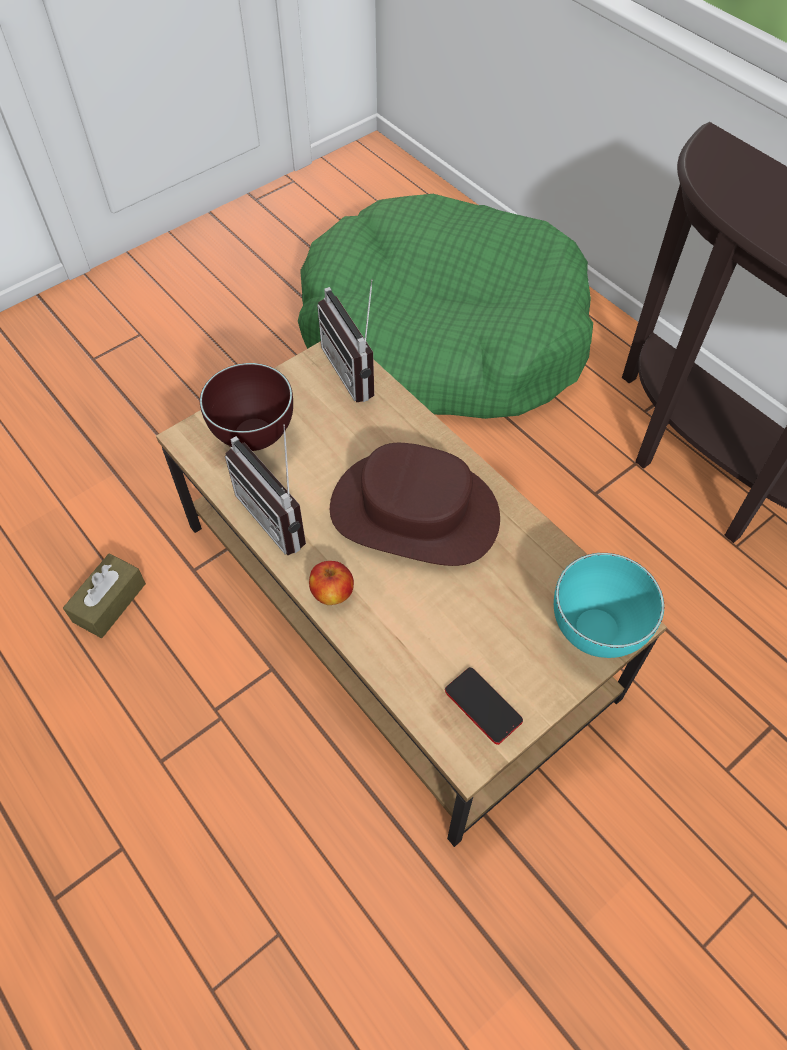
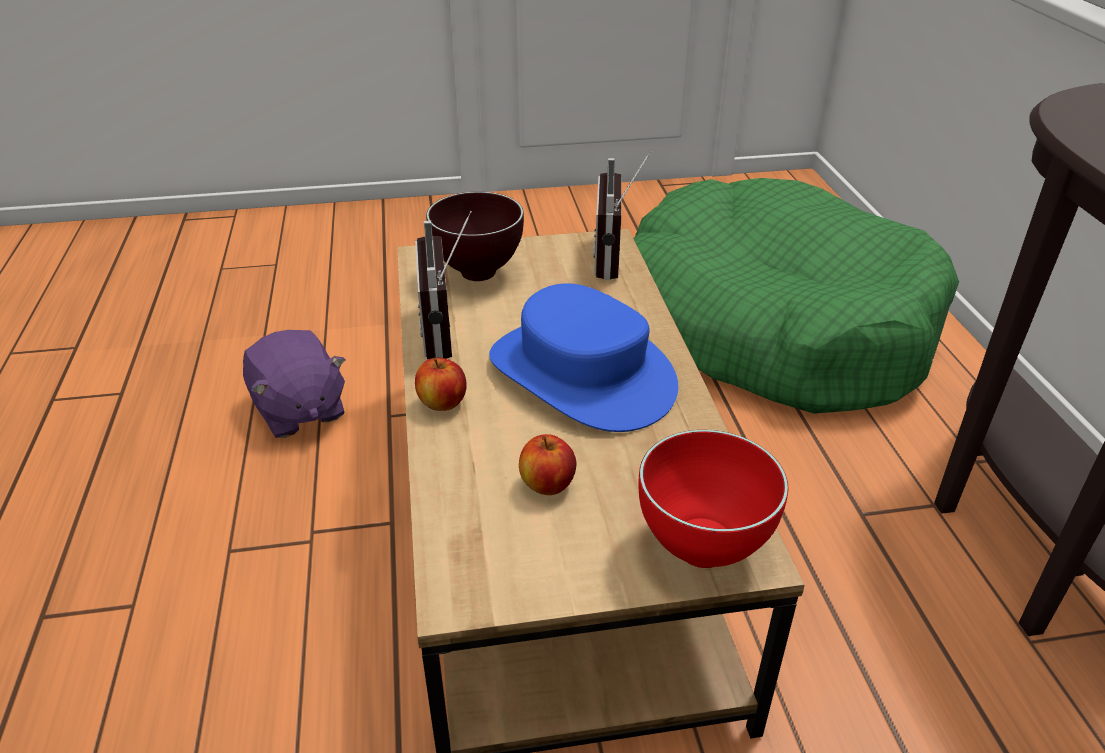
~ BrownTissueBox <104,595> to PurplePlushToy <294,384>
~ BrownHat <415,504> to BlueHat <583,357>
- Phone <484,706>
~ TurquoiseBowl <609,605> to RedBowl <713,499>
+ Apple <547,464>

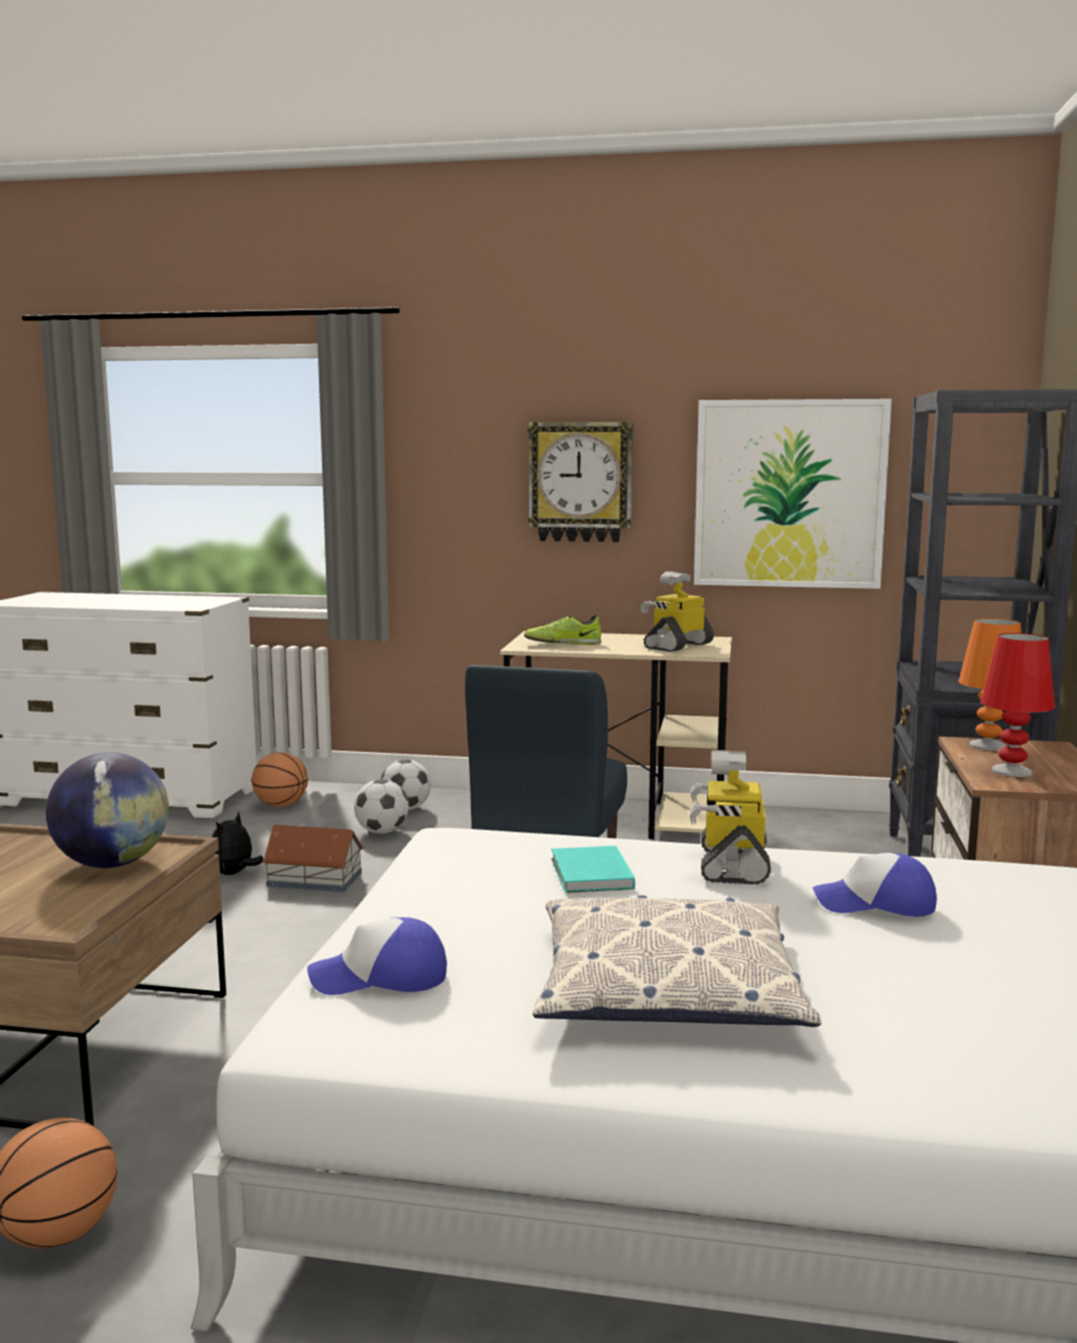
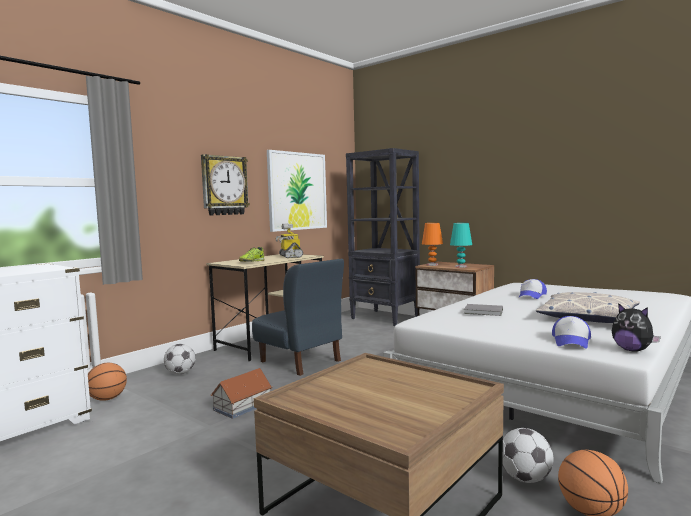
- Globe <107,810>
~ PlushToy <238,843> to <636,327>
~ Football <381,806> to <527,455>
~ TurquoiseBook <593,869> to GreyBook <483,310>
- ToyRobot <730,817>
~ RedTableLamp <1017,705> to TurquoiseTableLamp <461,245>

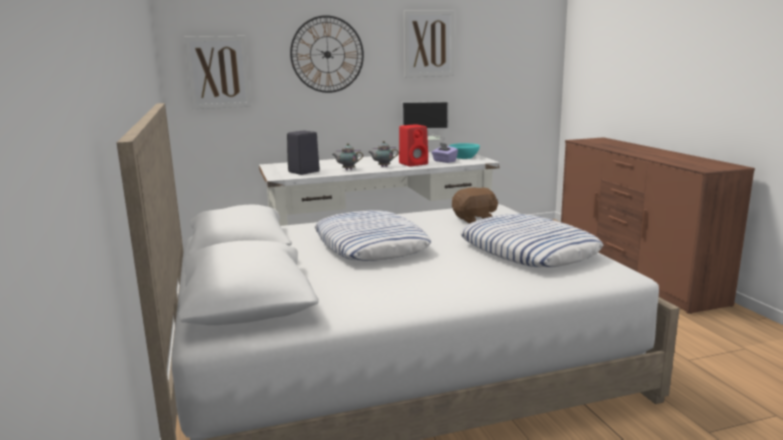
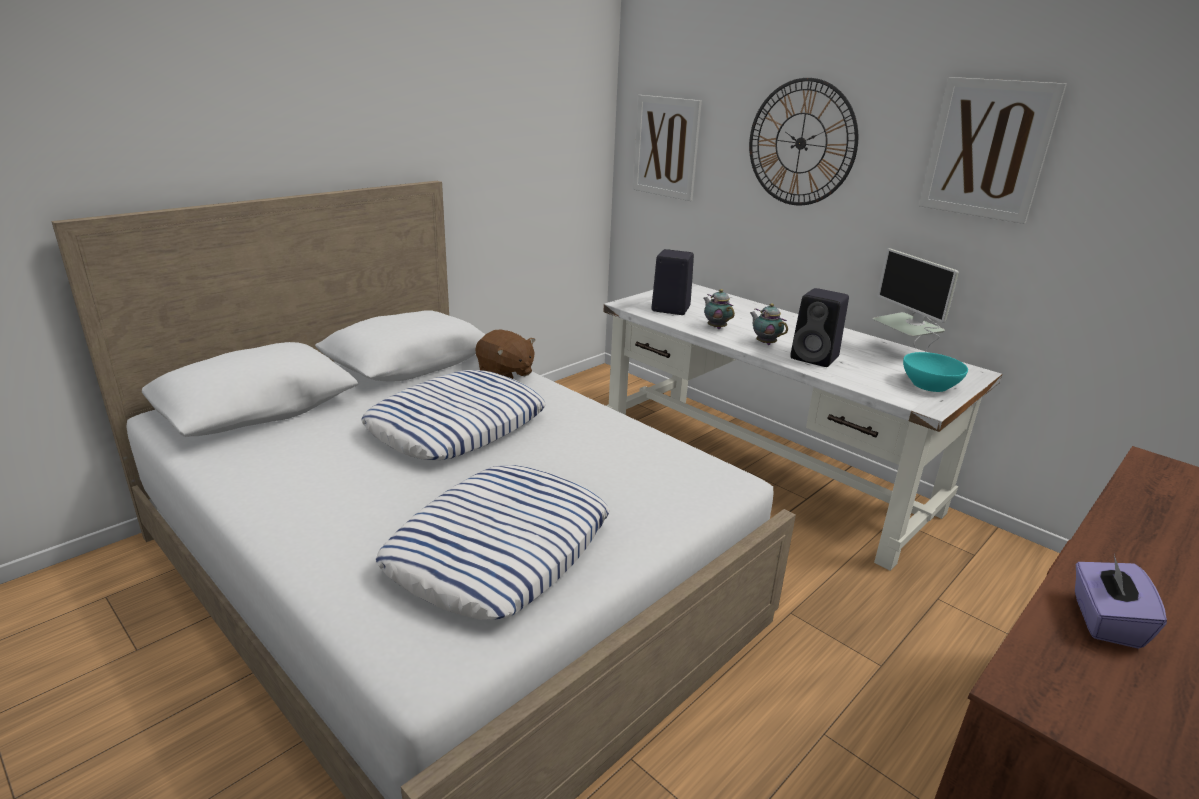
~ RedSpeaker <413,145> to BlackSpeaker <819,327>
~ PurpleTissueBox <444,153> to <1121,601>
~ BrownPlushToy <475,206> to <505,354>

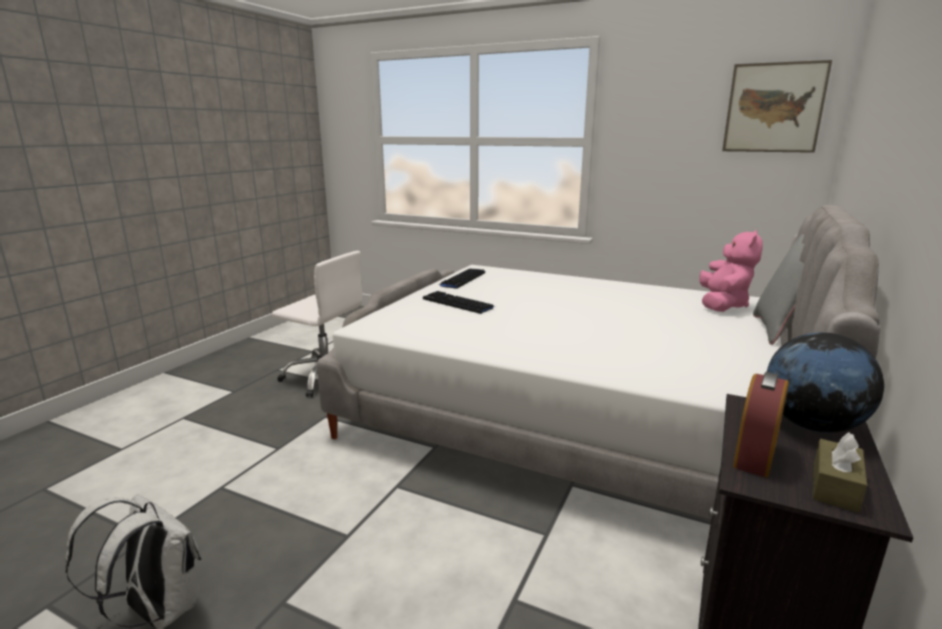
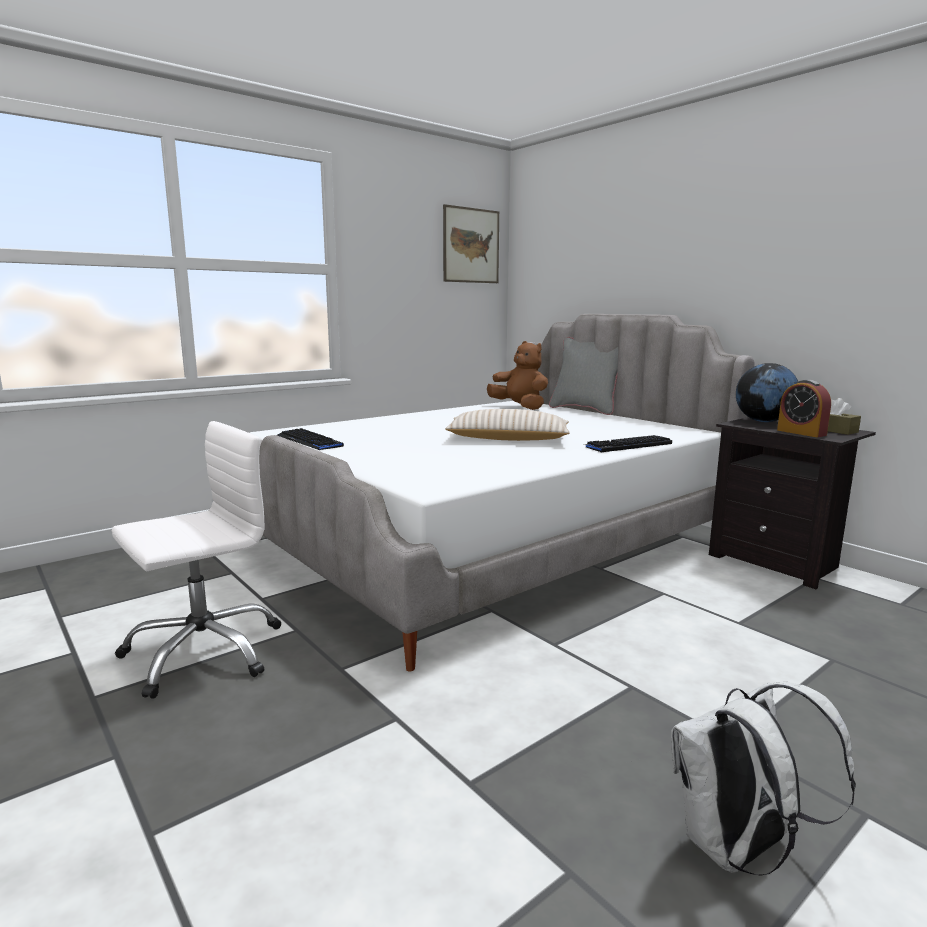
~ Keyboard <460,302> to <628,443>
~ PinkPlushToy <731,271> to BrownPlushToy <517,375>
+ BeigePillow <507,425>

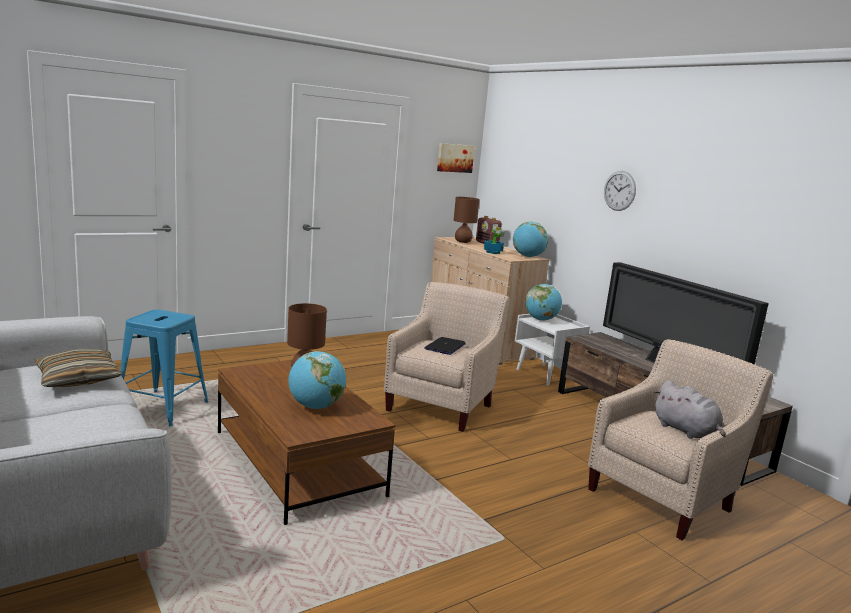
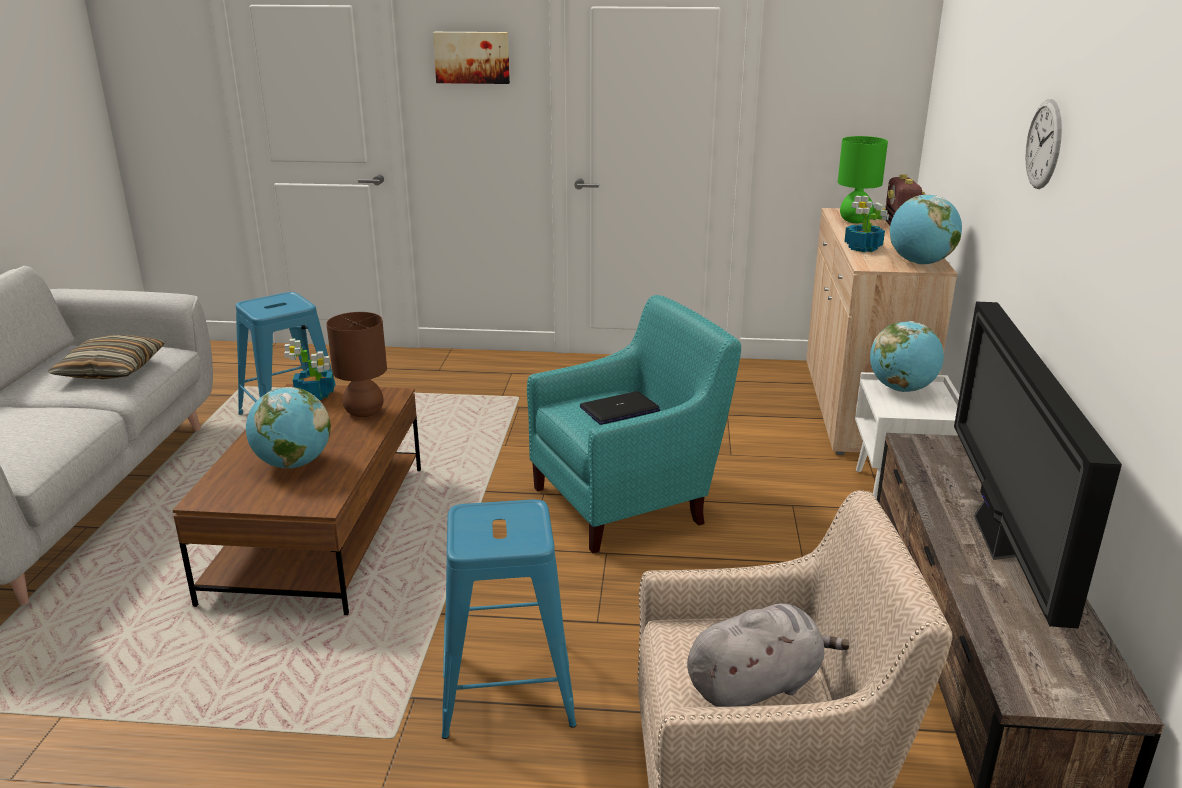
~ BeigeArmchair <447,357> to TurquoiseArmchair <634,424>
~ Picture <456,158> to <471,58>
~ BrownTableLamp <467,220> to GreenTableLamp <863,179>
~ GreyPlushToy <690,409> = <768,655> 120 degrees counterclockwise
+ PottedPlant <309,369>
+ BlueStool <509,619>

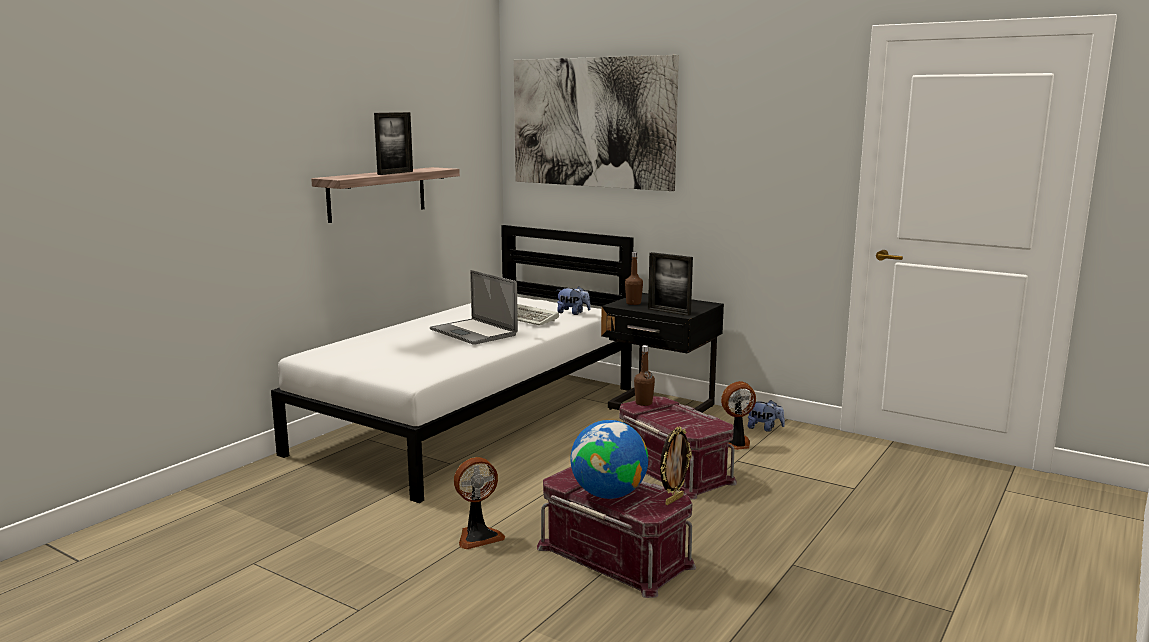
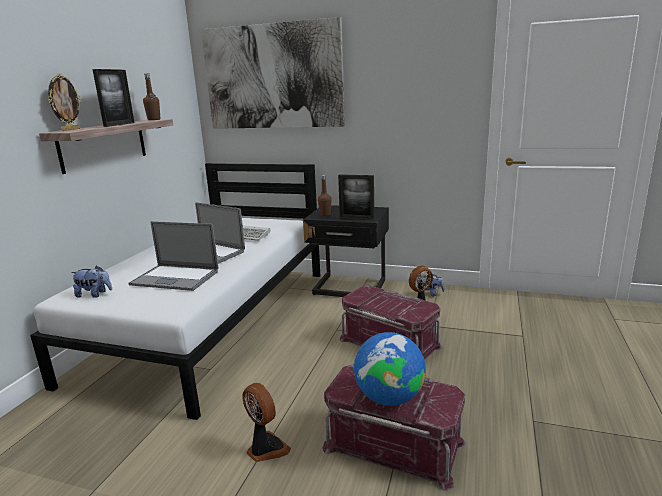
~ Fan <479,503> = <266,422> 90 degrees counterclockwise
~ PlushToy <574,301> to <91,281>
~ BrownBottle <644,375> to <152,97>
~ PictureFrame <676,465> to <64,102>
+ Laptop <173,256>

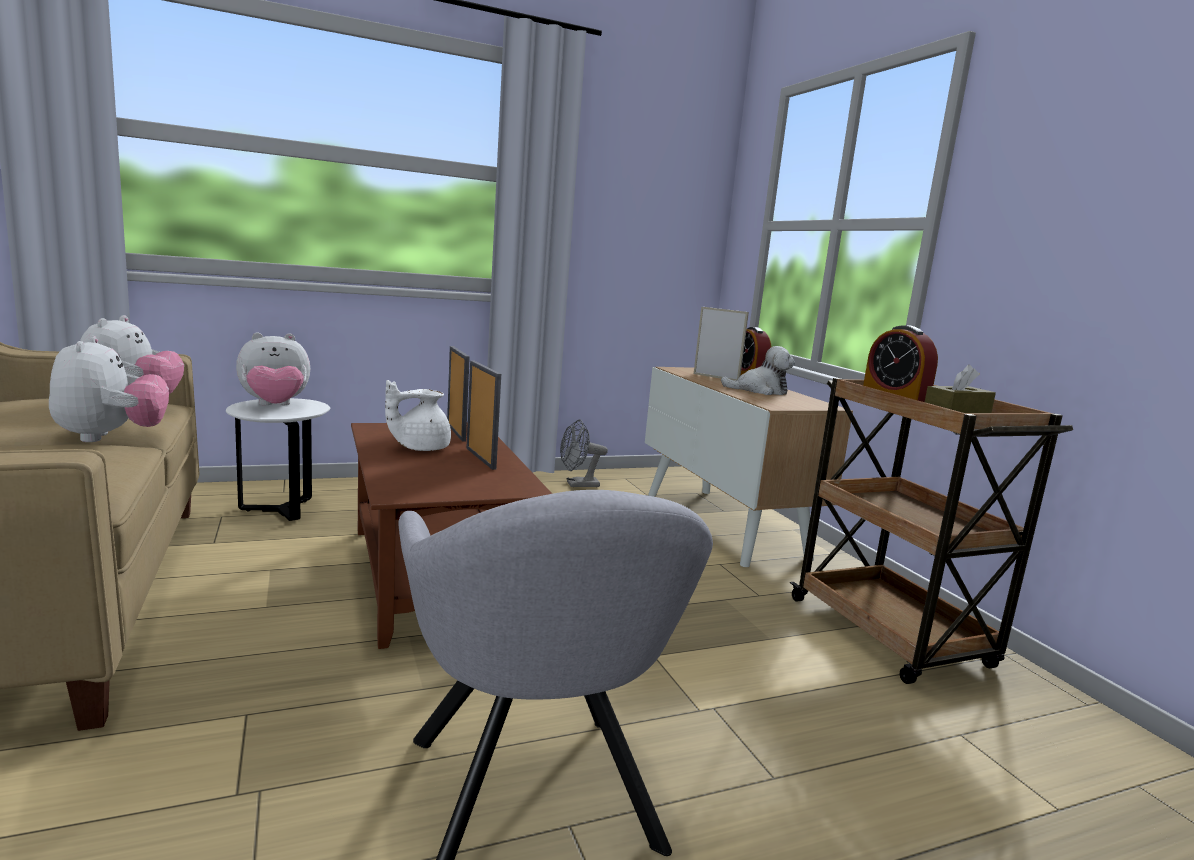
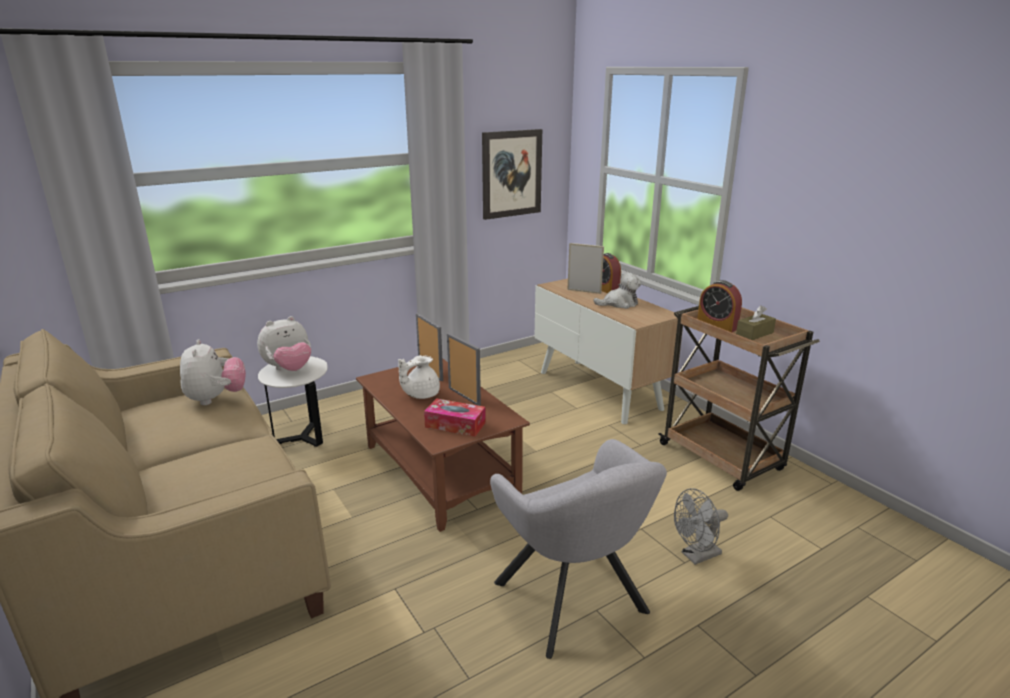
- PlushToy <109,389>
~ GreyFan <584,453> to <701,526>
+ TissueBox <455,417>
+ Picture <512,174>

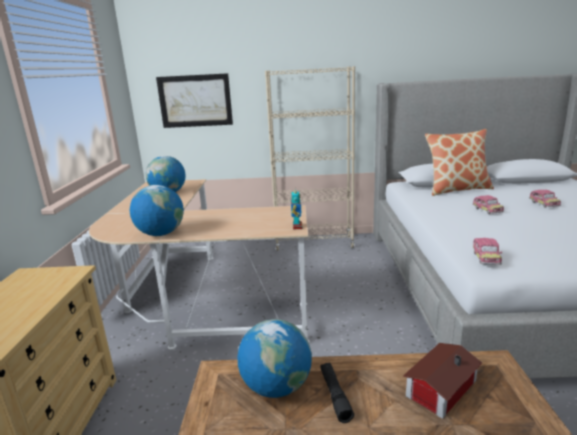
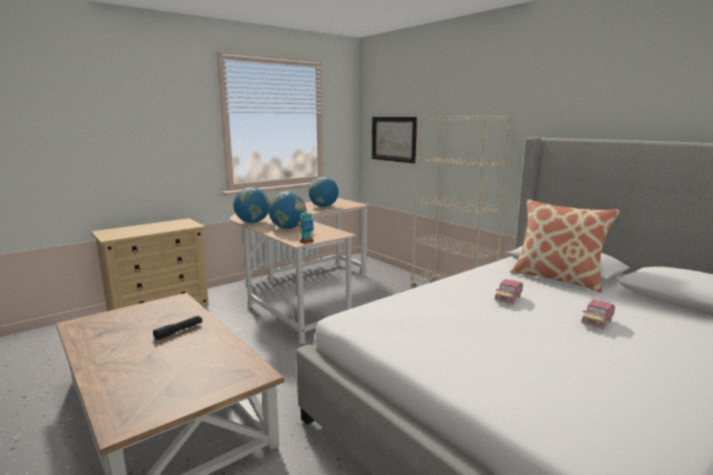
~ Globe <275,358> to <287,210>
- ToyHouse <442,381>
- ToyCar <487,251>

